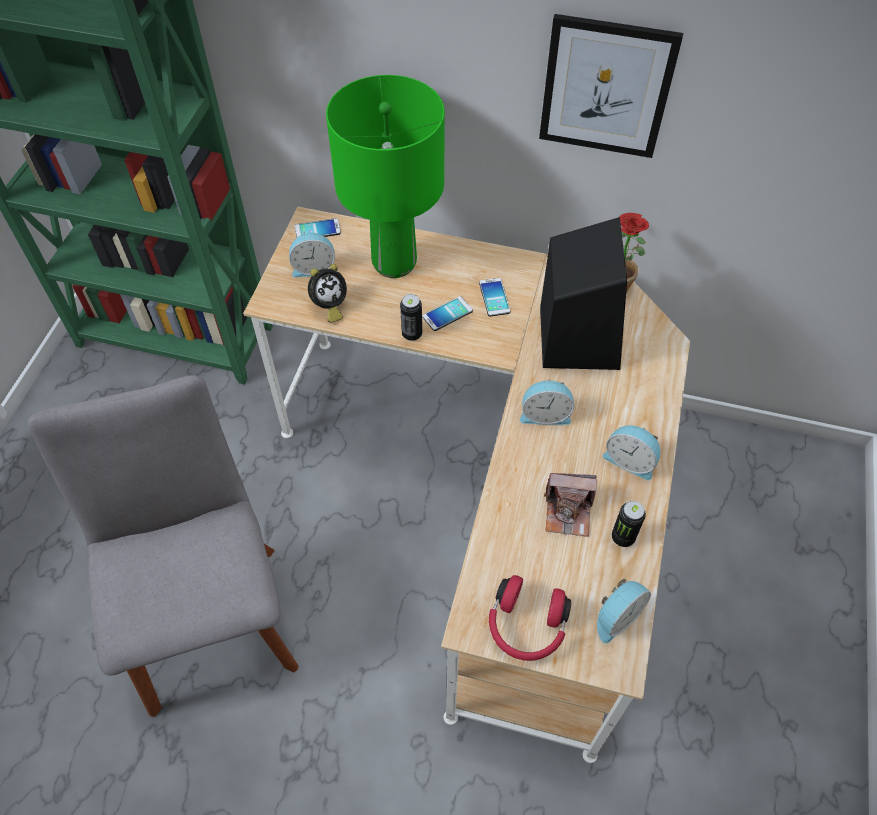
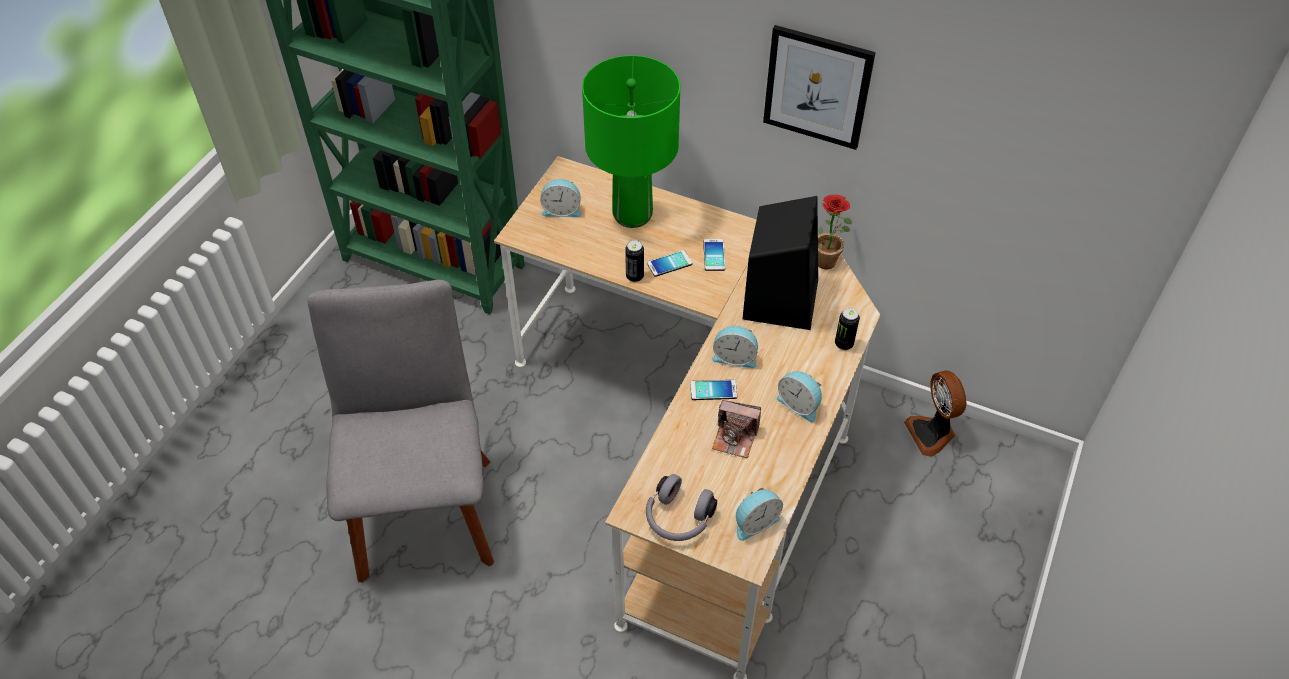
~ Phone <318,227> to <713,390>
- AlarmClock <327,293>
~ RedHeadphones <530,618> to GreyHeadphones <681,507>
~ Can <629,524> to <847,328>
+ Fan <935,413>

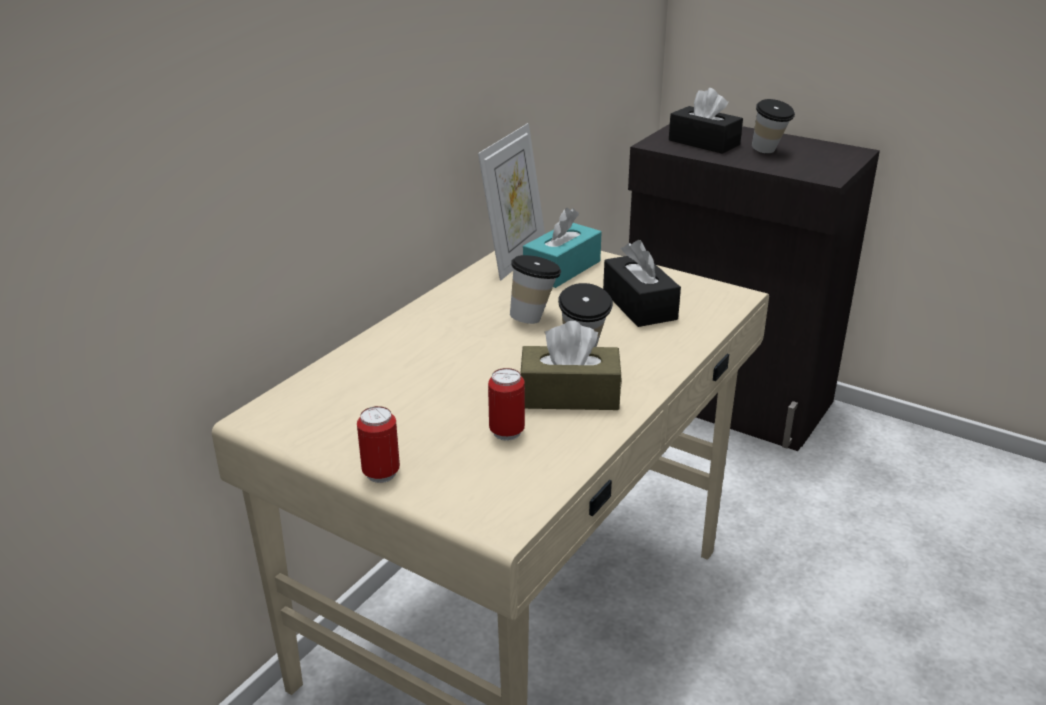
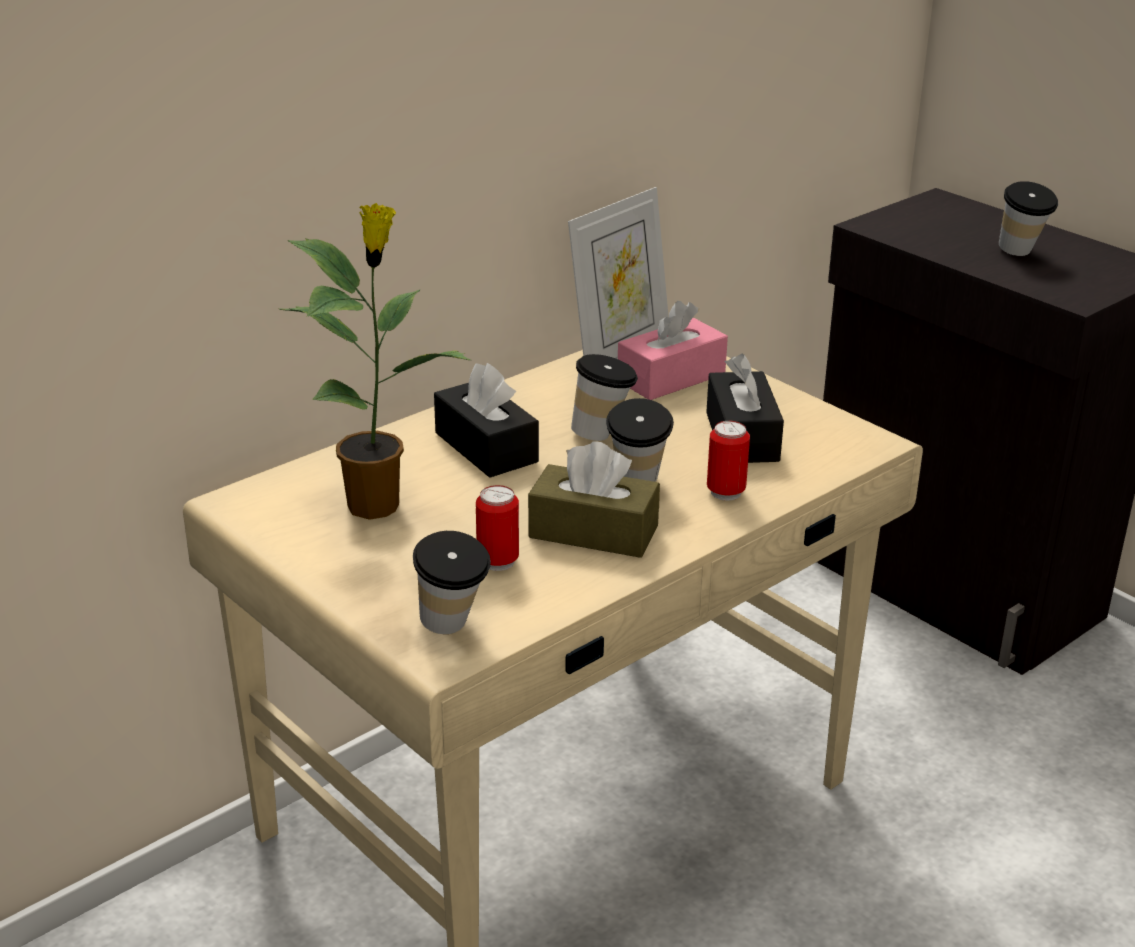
~ Can <378,444> to <728,461>
~ TurquoiseTissueBox <562,248> to PinkTissueBox <673,350>
~ BlackTissueBox <706,121> to <486,420>
+ PottedPlant <375,361>
+ Cup <452,582>

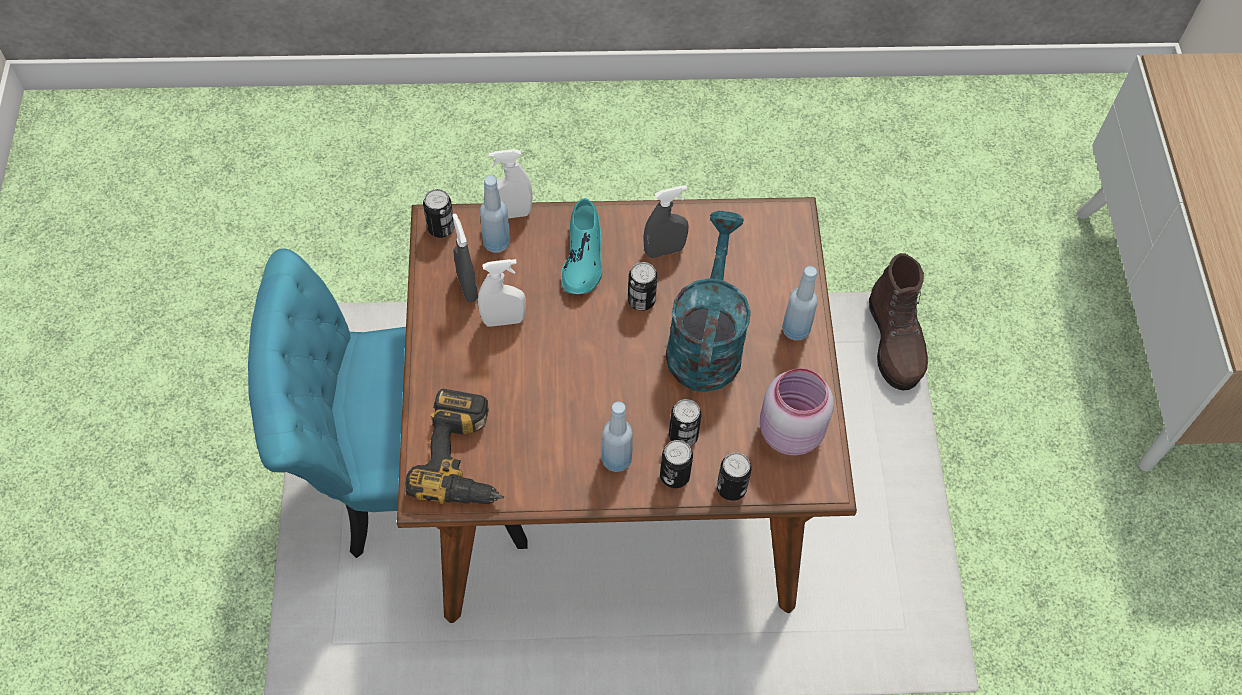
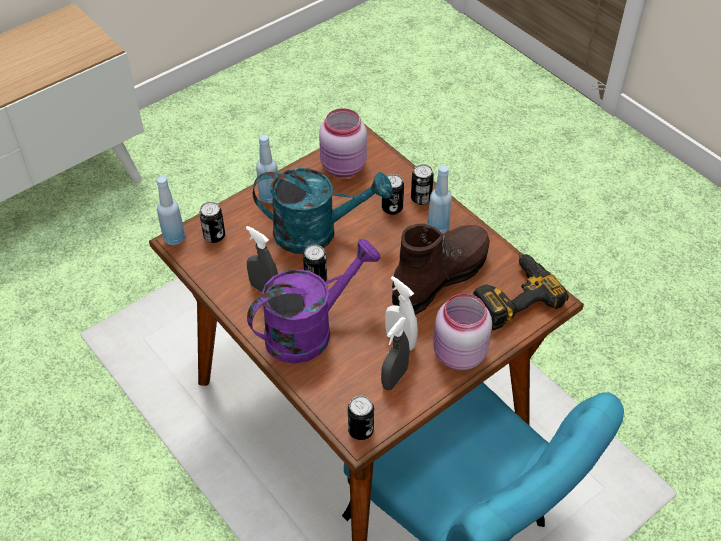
~ BlueBottle <495,214> to <171,210>
- WhiteSprayBottle <510,183>
~ TurquoiseShoe <581,246> to PurpleWateringCan <314,301>
~ TurquoiseWateringCan <708,301> = <322,211> 150 degrees counterclockwise
~ Can <734,476> to <212,222>
~ BrownBoot <898,321> to <441,269>
+ PinkJar <462,332>

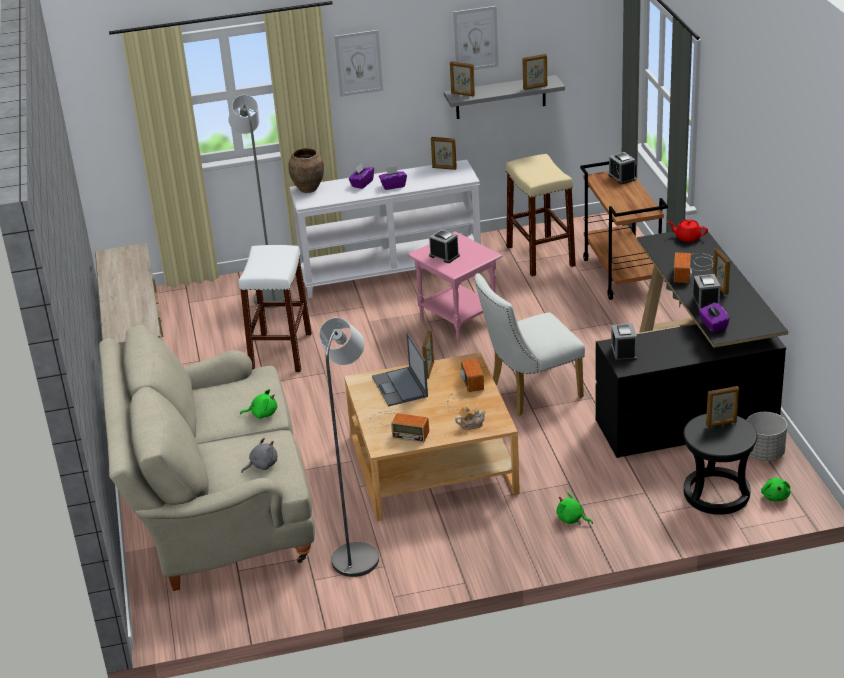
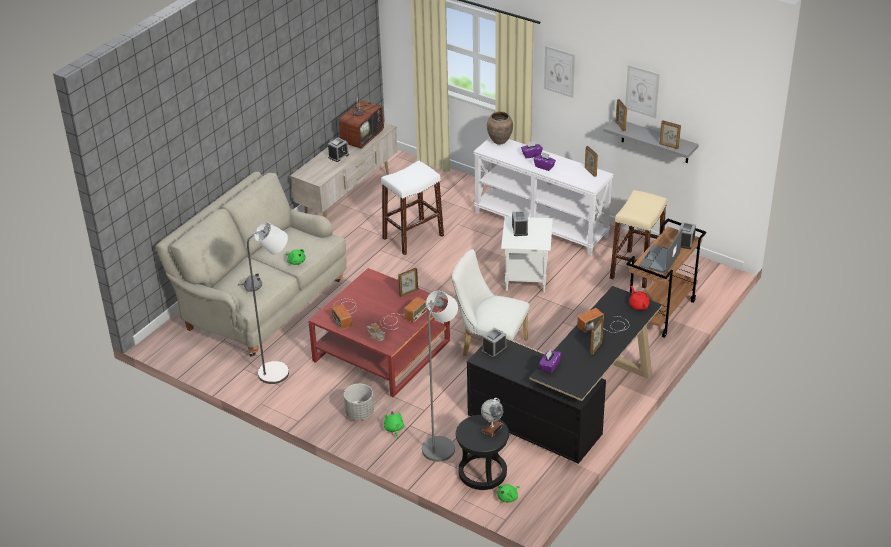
~ GreyFloorLamp <257,201> to <440,376>
~ BeigeCoffeeTable <432,436> to RedCoffeeTable <379,333>
~ Laptop <400,369> to <660,251>
~ PinkSideTable <455,286> to WhiteSideTable <527,254>
~ AlarmClock <706,292> to <338,149>
~ PictureFrame <722,406> to Globe <492,417>
~ GreyPlanter <767,436> to <359,402>
+ Television <361,123>

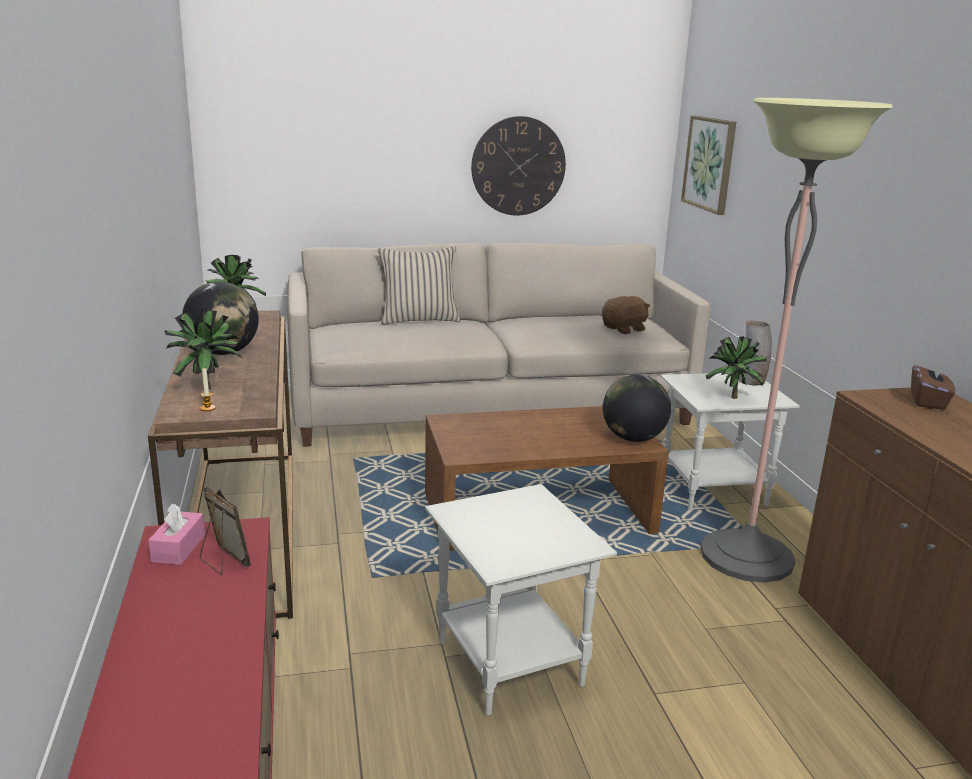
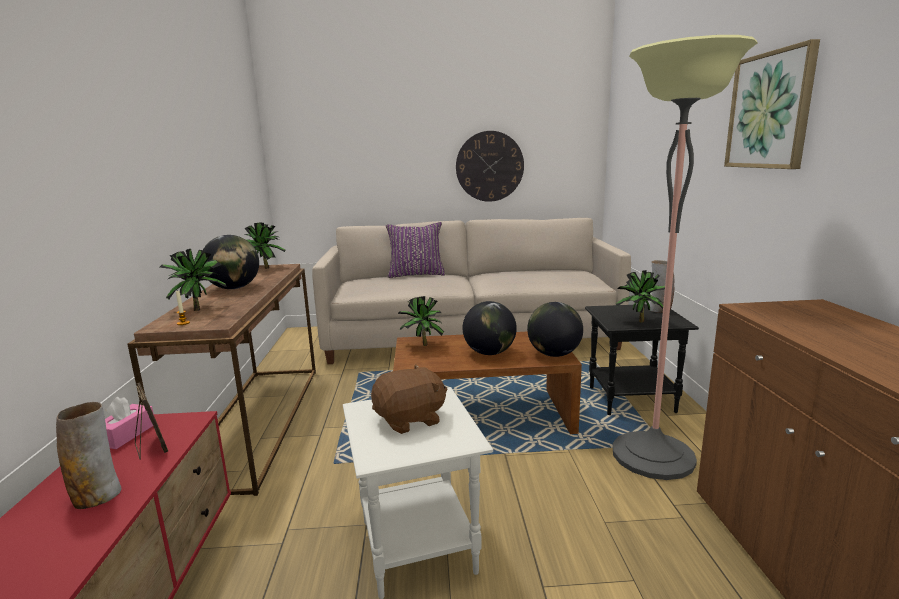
~ BeigePillow <419,285> to PurplePillow <415,250>
~ BrownPlushToy <626,315> to <409,399>
~ WhiteSideTable <730,441> to BlackSideTable <642,359>
~ Picture <708,165> to <772,104>
- BrownTissueBox <933,385>
+ Vase <88,455>
+ PottedPlant <421,321>
+ Globe <490,328>

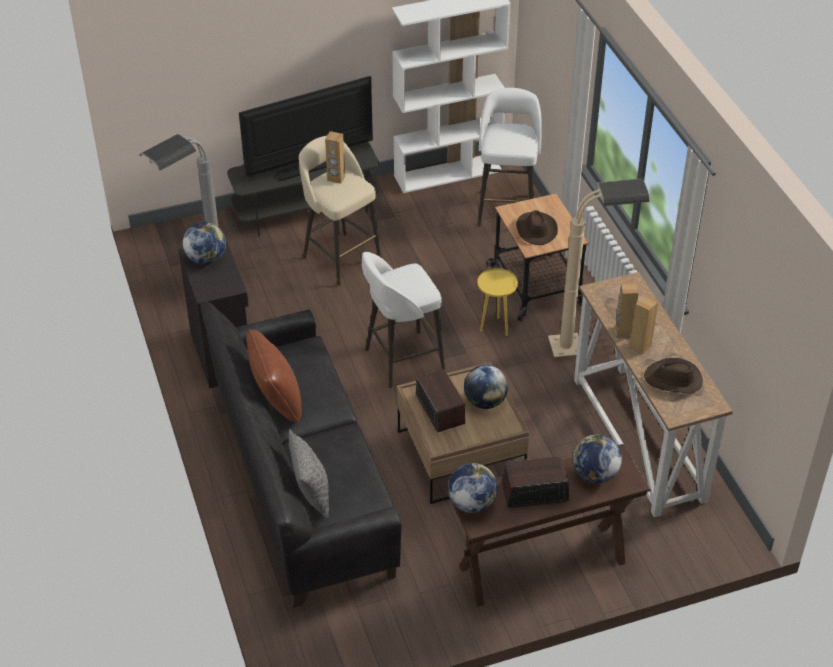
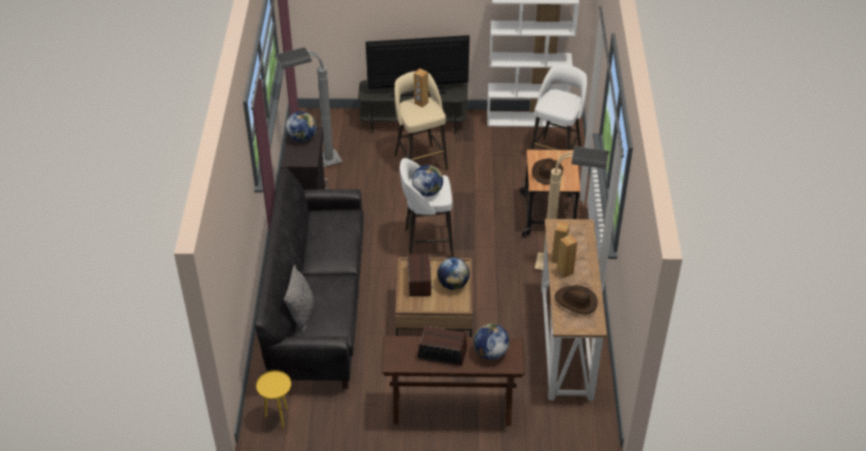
- BrownPillow <274,376>
~ Globe <472,488> to <427,180>
~ YellowSideTable <497,302> to <273,399>

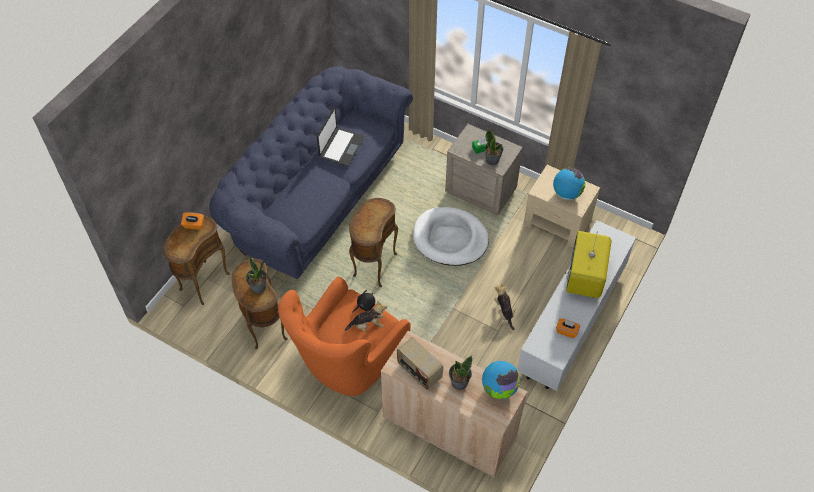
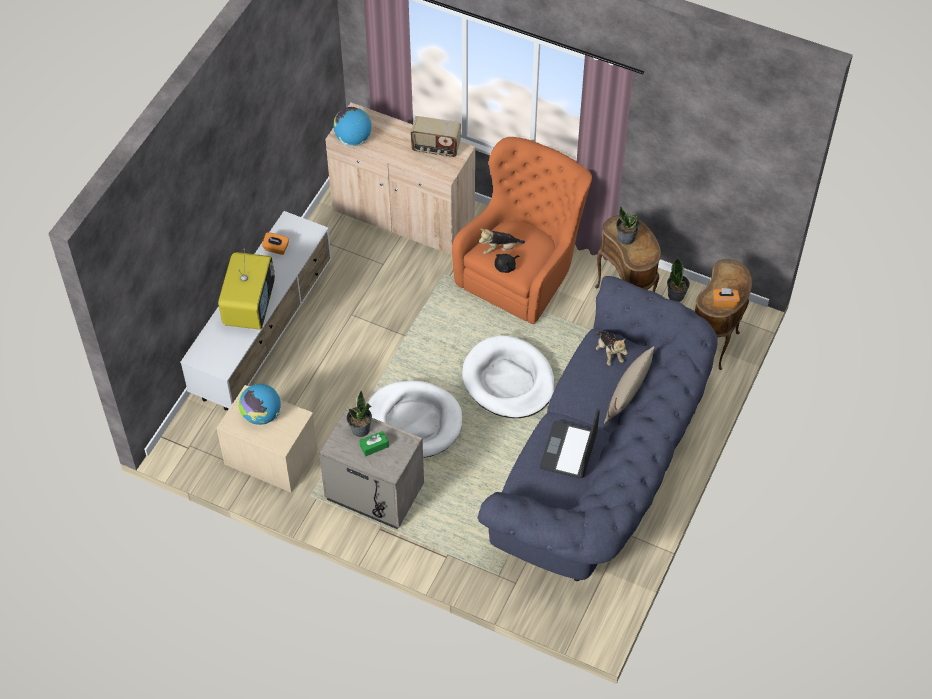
~ BrownSideTable <373,242> to WhiteDogBed <508,376>
~ Radio <420,363> = <435,136> 150 degrees clockwise
~ PottedPlant <460,373> to <678,280>
~ PlushToy <505,306> to <611,348>
+ BeigePillow <629,384>

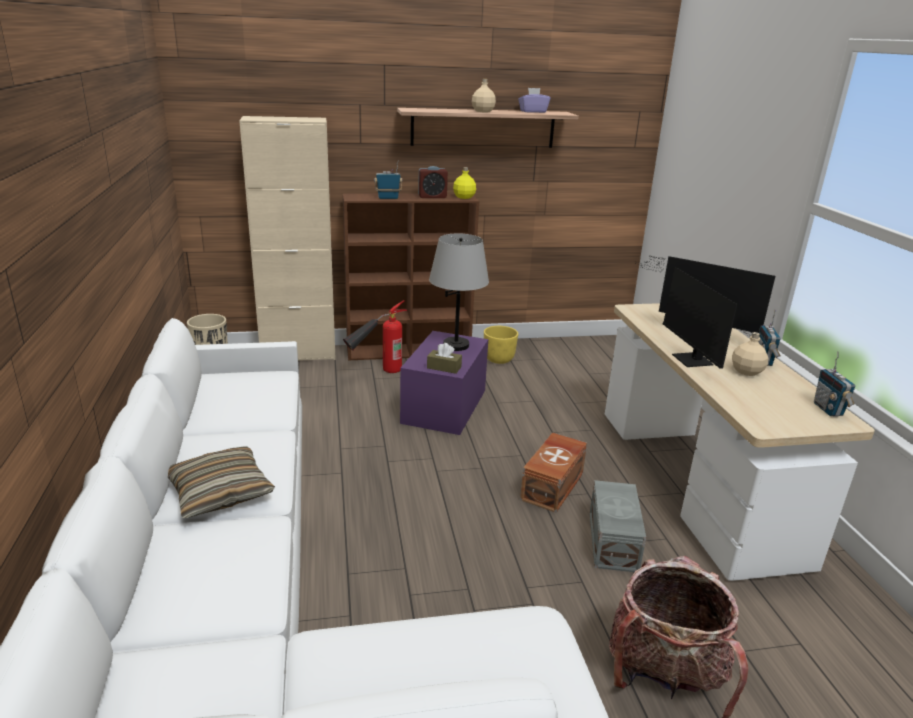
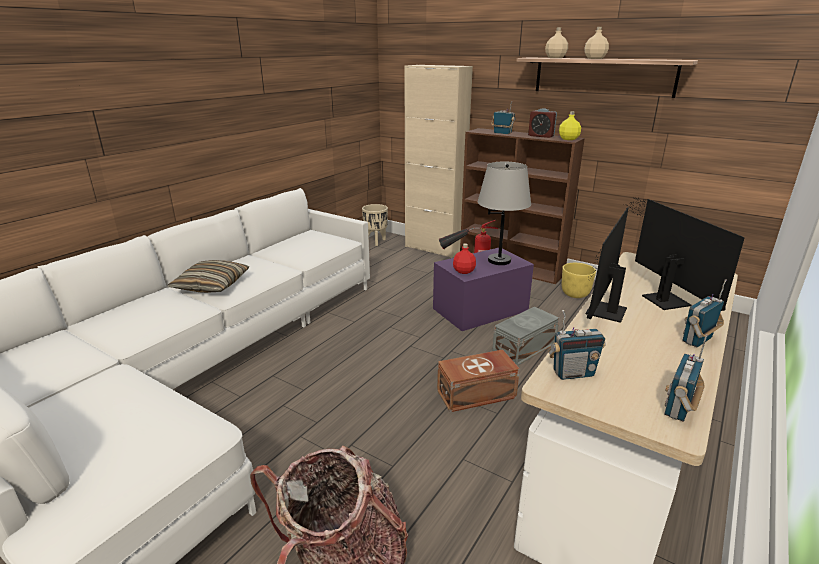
~ BrownTissueBox <444,358> to RedBottle <464,258>
- PurpleTissueBox <534,100>
~ GreyStorageBox <618,526> to <526,336>
~ BeigeBottle <750,354> to <556,42>
+ Radio <577,345>

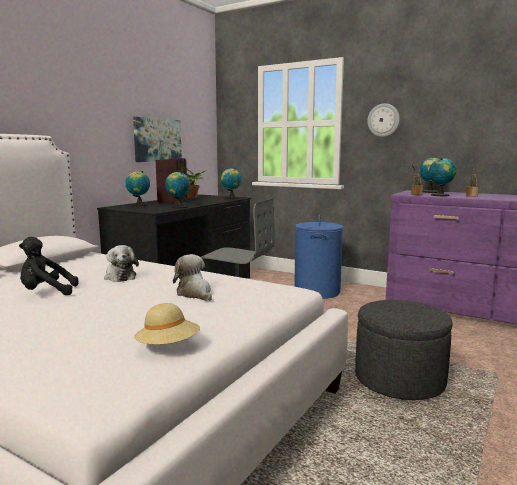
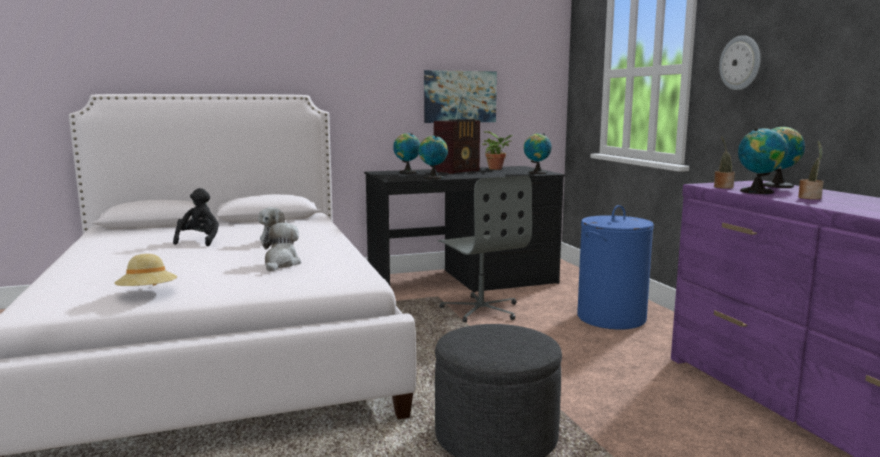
~ BlackPlushToy <49,266> = <196,217> 60 degrees clockwise

